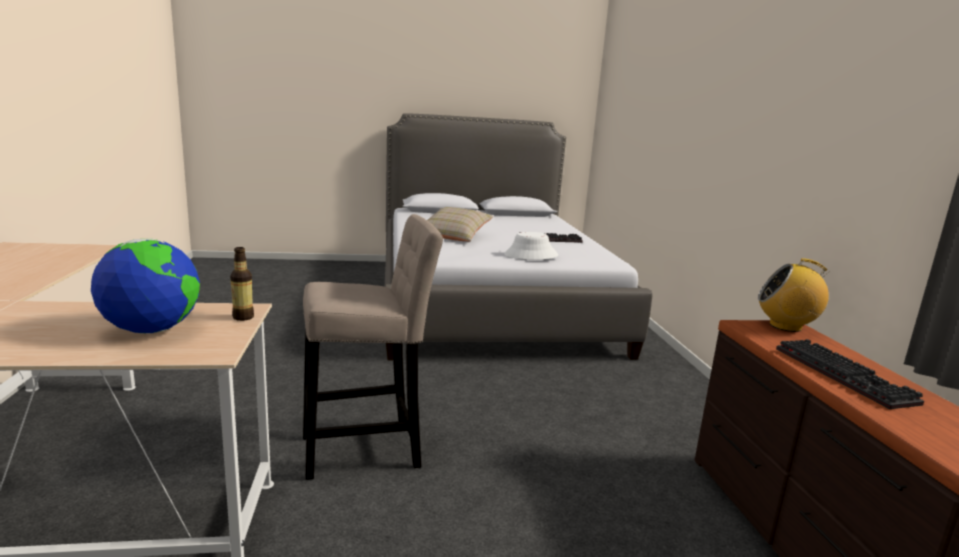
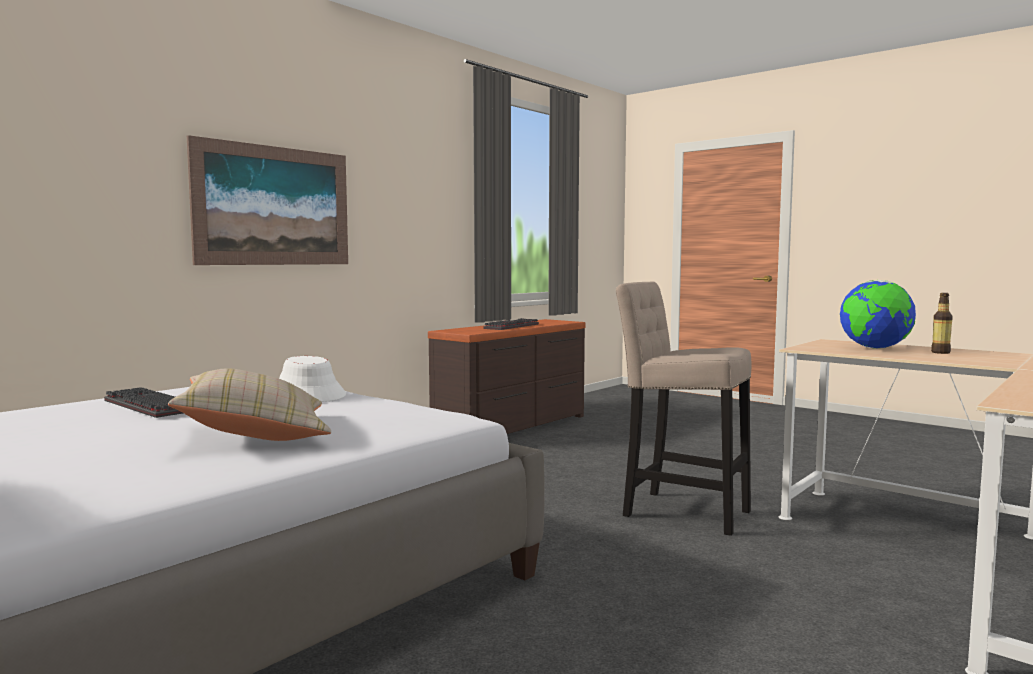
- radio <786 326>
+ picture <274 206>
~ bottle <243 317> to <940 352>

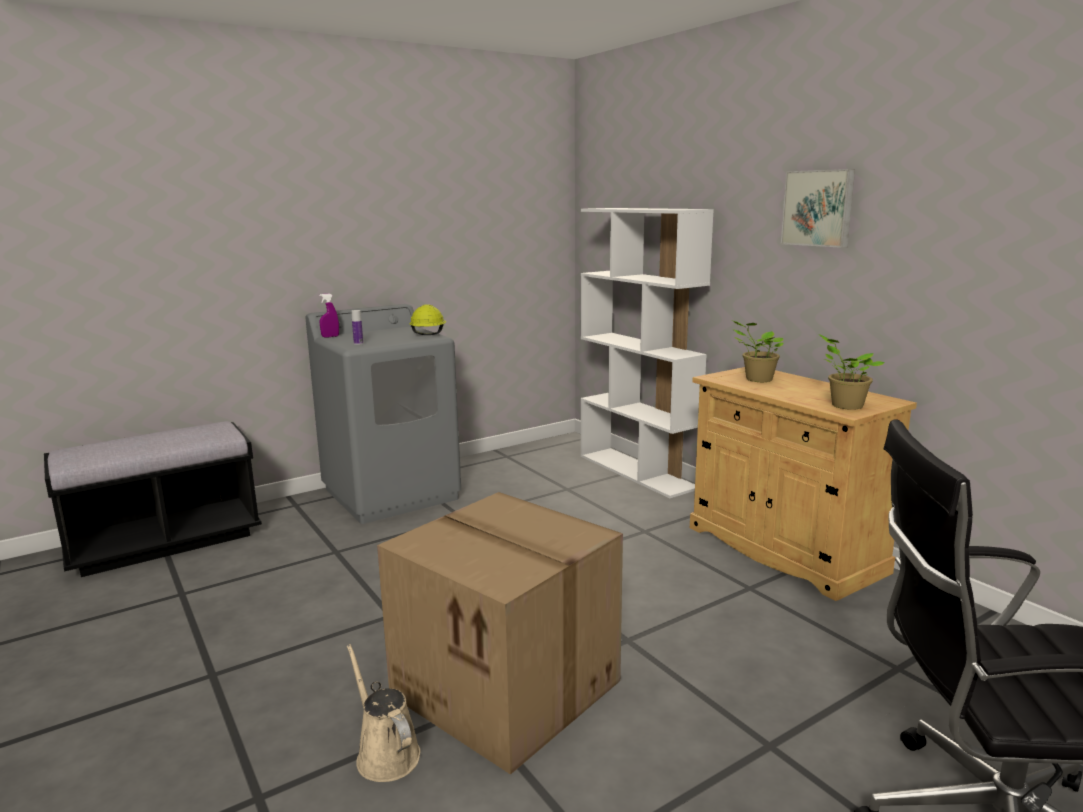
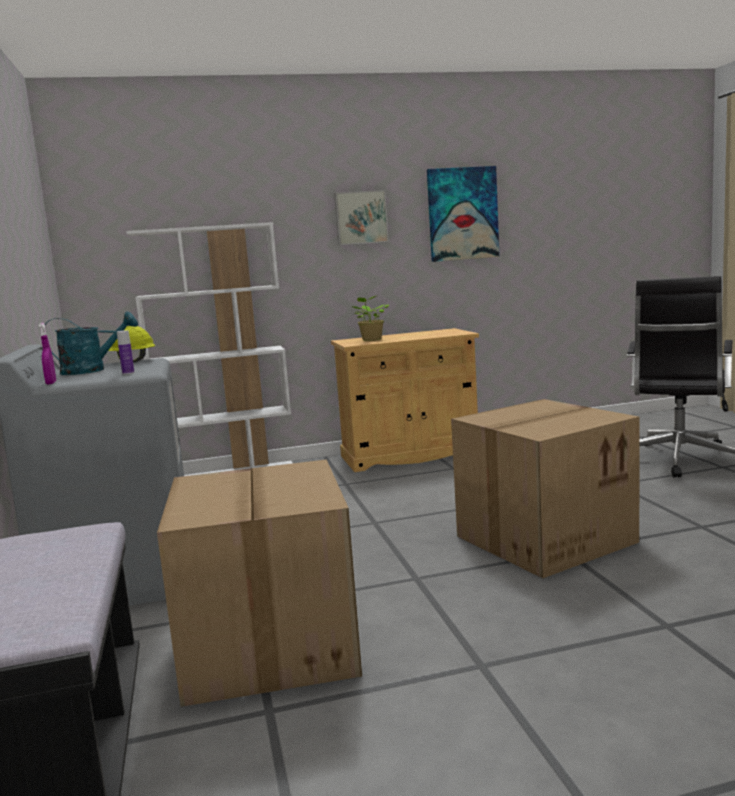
- beige watering can <385 753>
- potted plant <844 405>
+ turquoise watering can <92 370>
+ packing box <266 644>
+ picture <462 214>

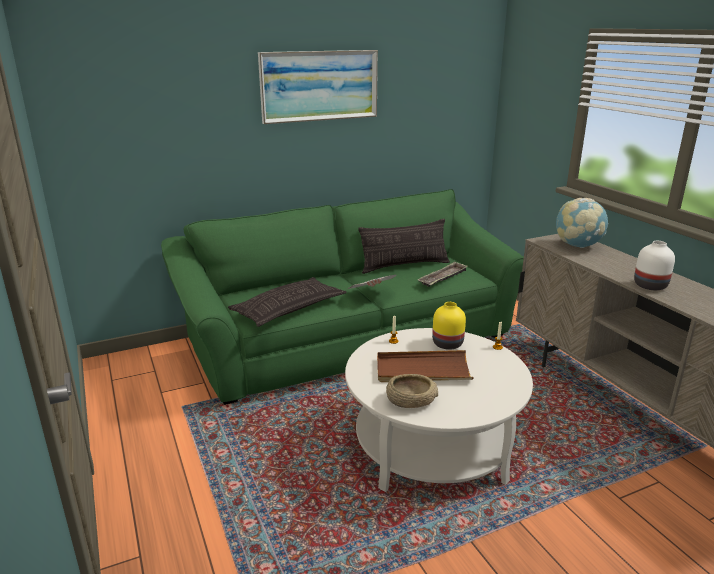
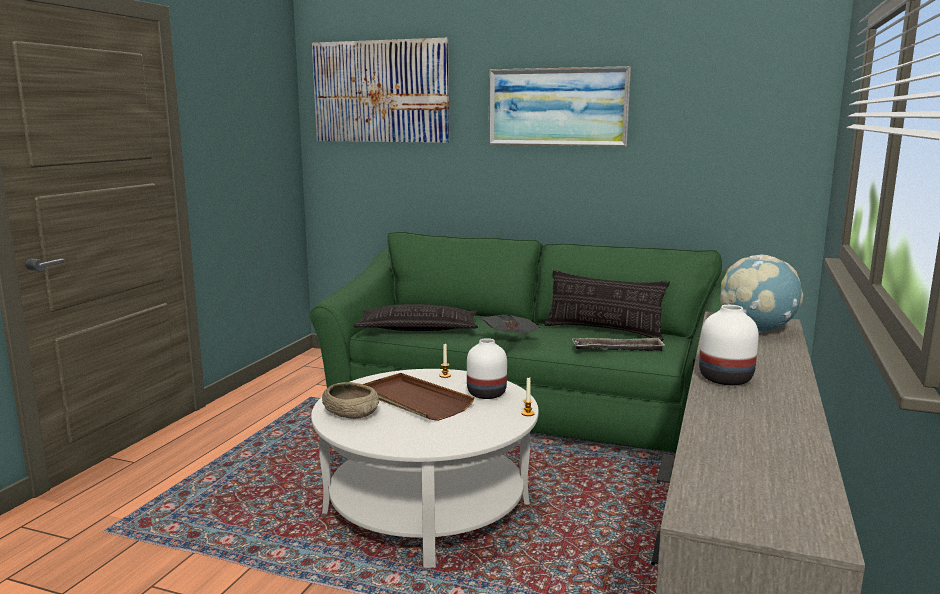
+ picture <380 91>
~ yellow flower vase <447 344> to white flower vase <485 394>

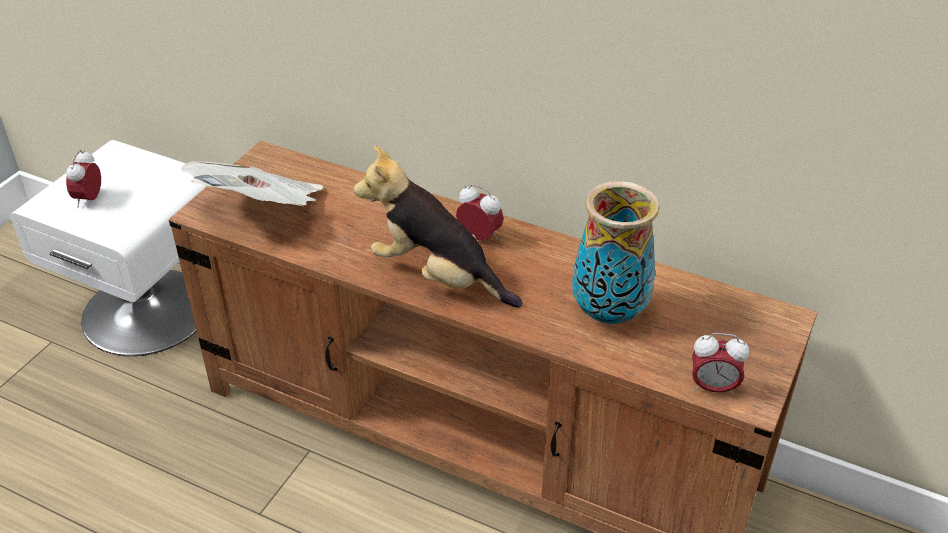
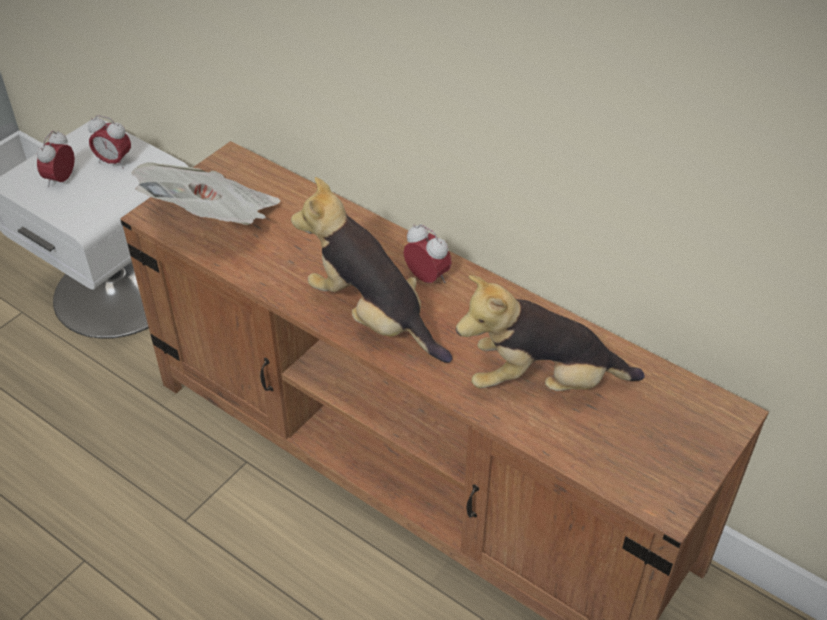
~ alarm clock <713 388> to <114 162>
~ flower vase <610 313> to plush toy <542 382>

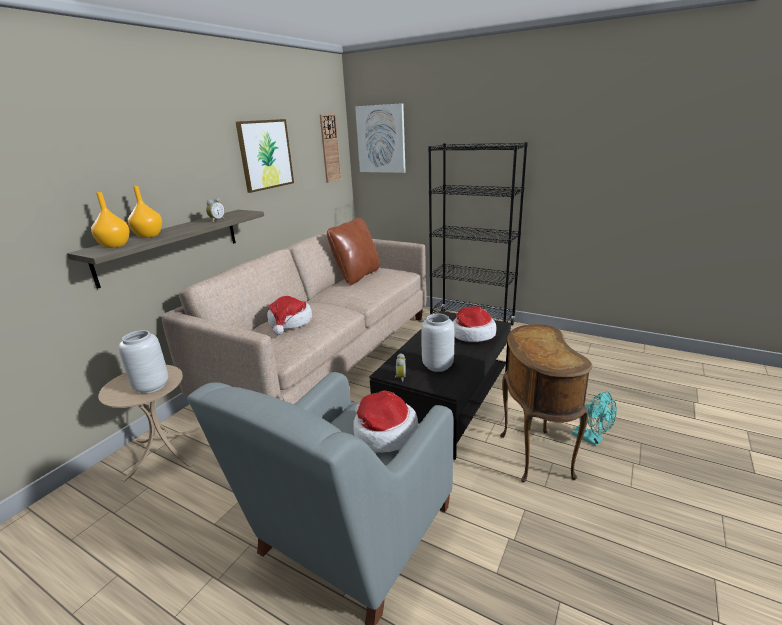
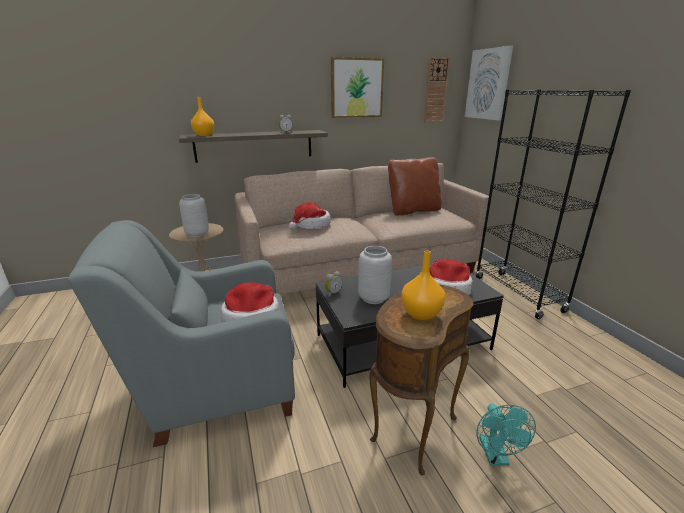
~ orangey flower vase <149 236> to <422 314>

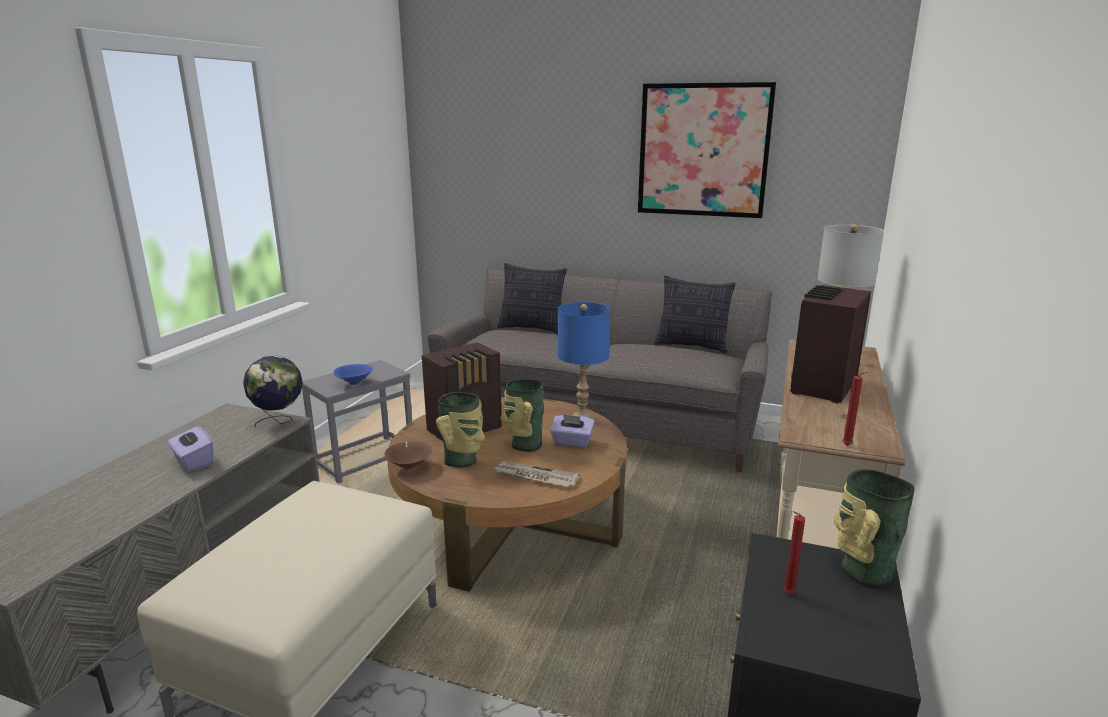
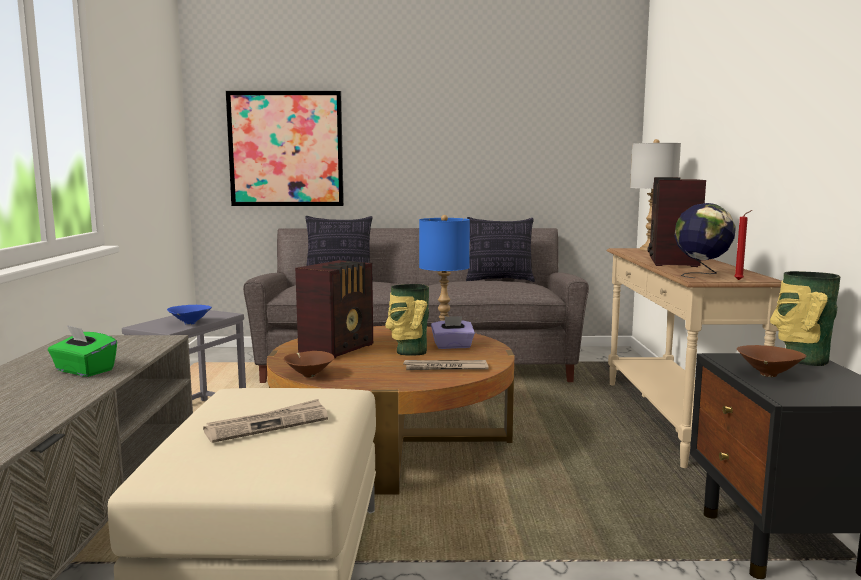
- flower vase <462 461>
+ newspaper <268 425>
~ globe <279 421> to <701 275>
~ picture <703 150> to <286 149>
~ red-coloured candle <787 594> to brown-coloured deep dish <768 375>
~ purple box of tissues <193 462> to greenish box of tissues <84 371>

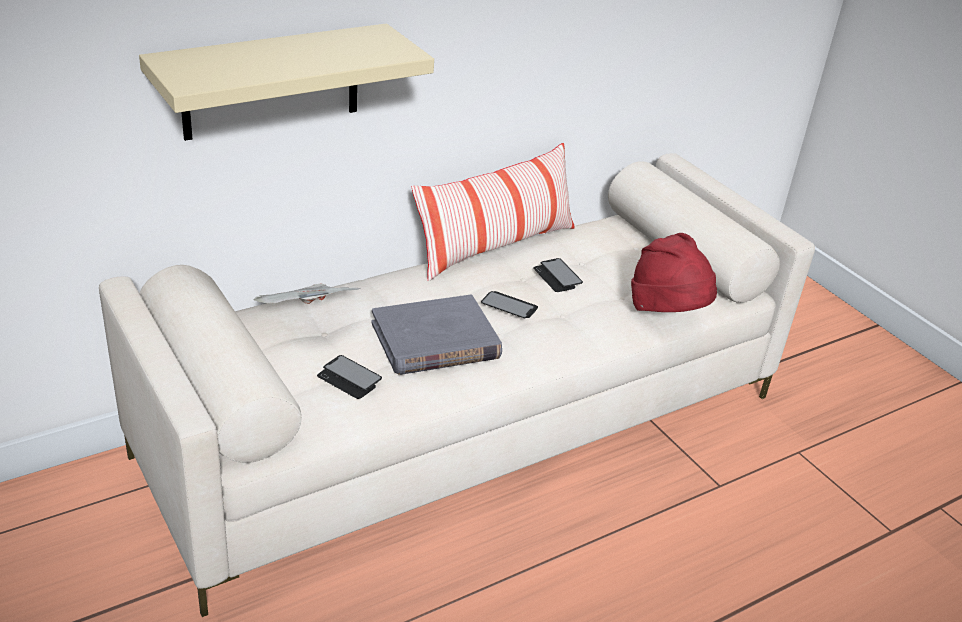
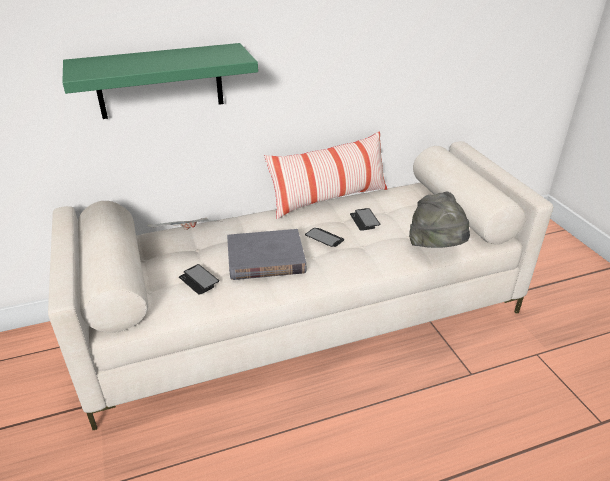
~ beige shelf <271 82> to greenish shelf <160 81>
~ red-coloured hat <667 313> to grey hat <436 248>

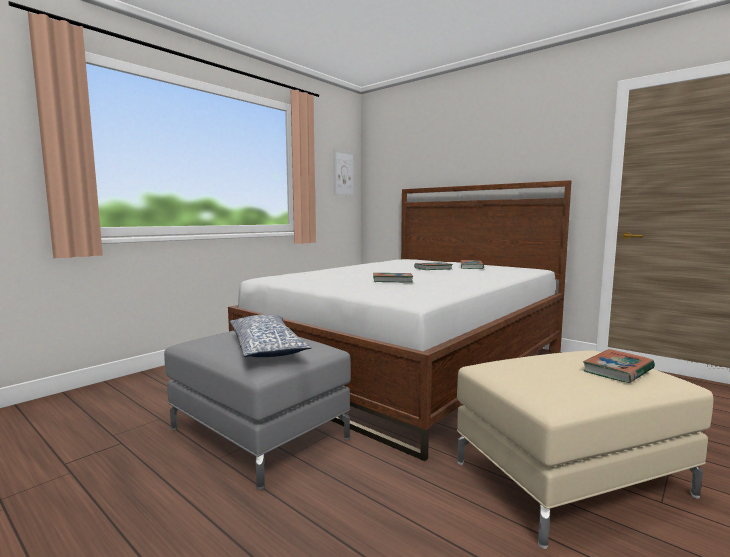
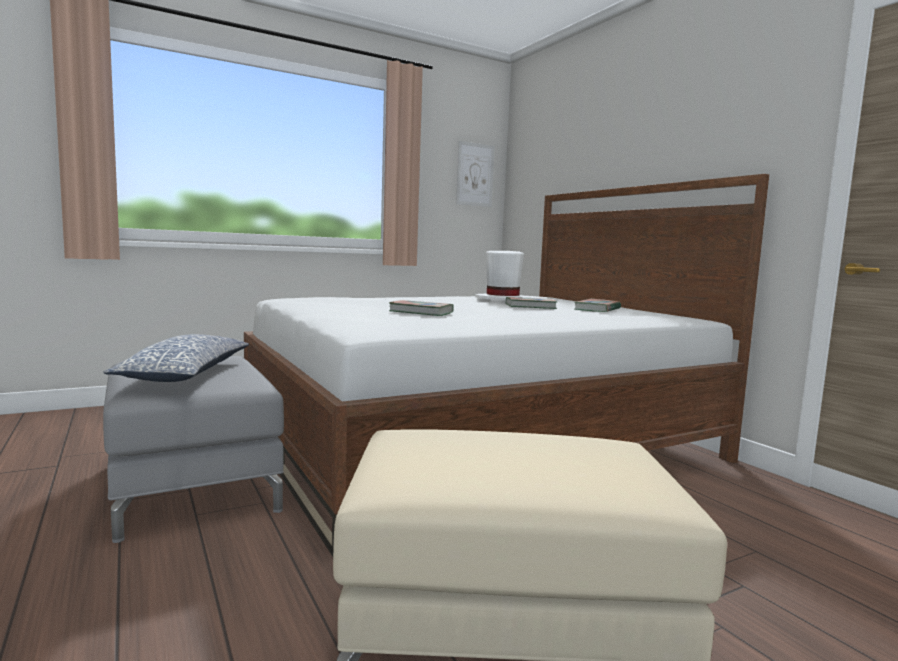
- book <618 370>
+ white hat <502 300>

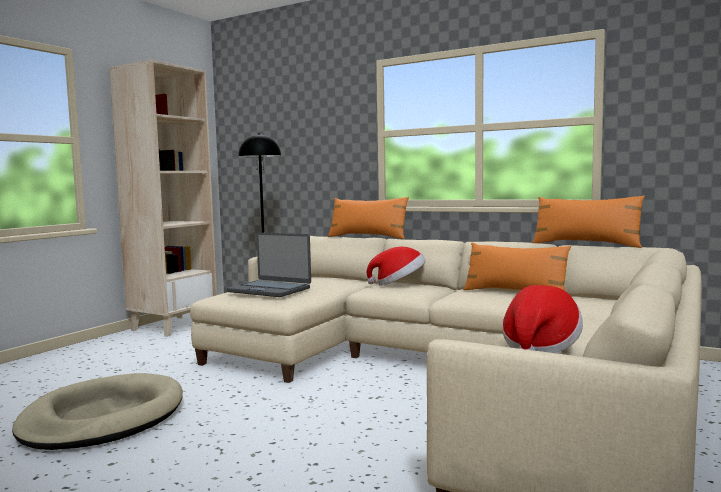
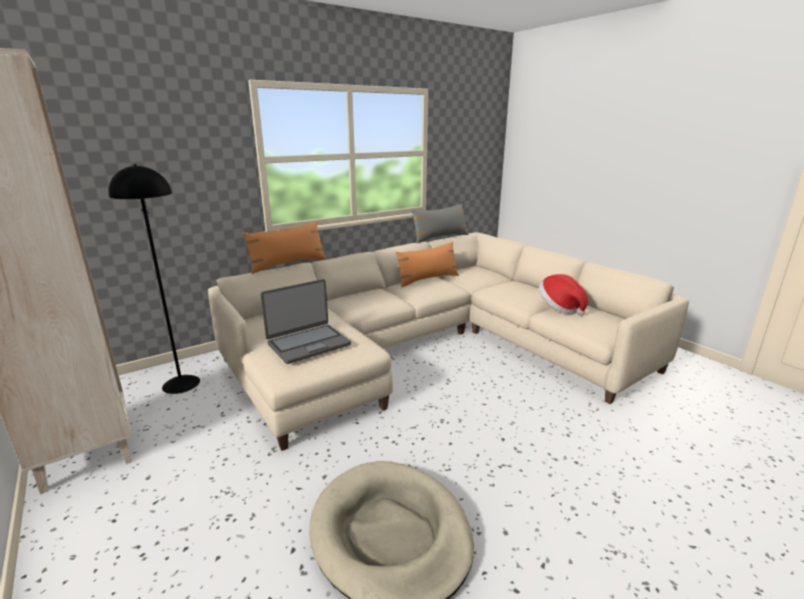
- hat <398 284>
~ orangey throw pillow <586 244> to grey throw pillow <439 238>

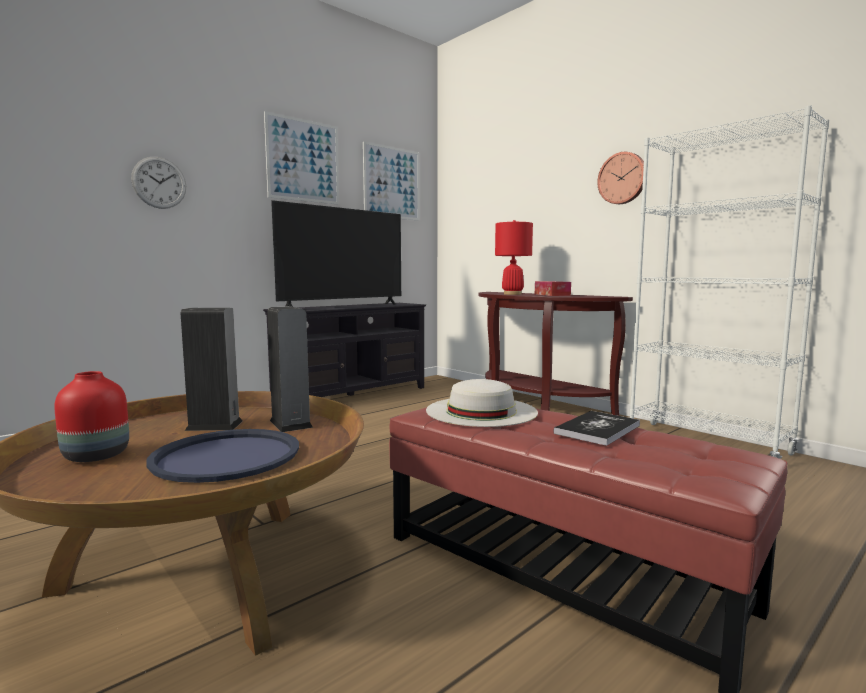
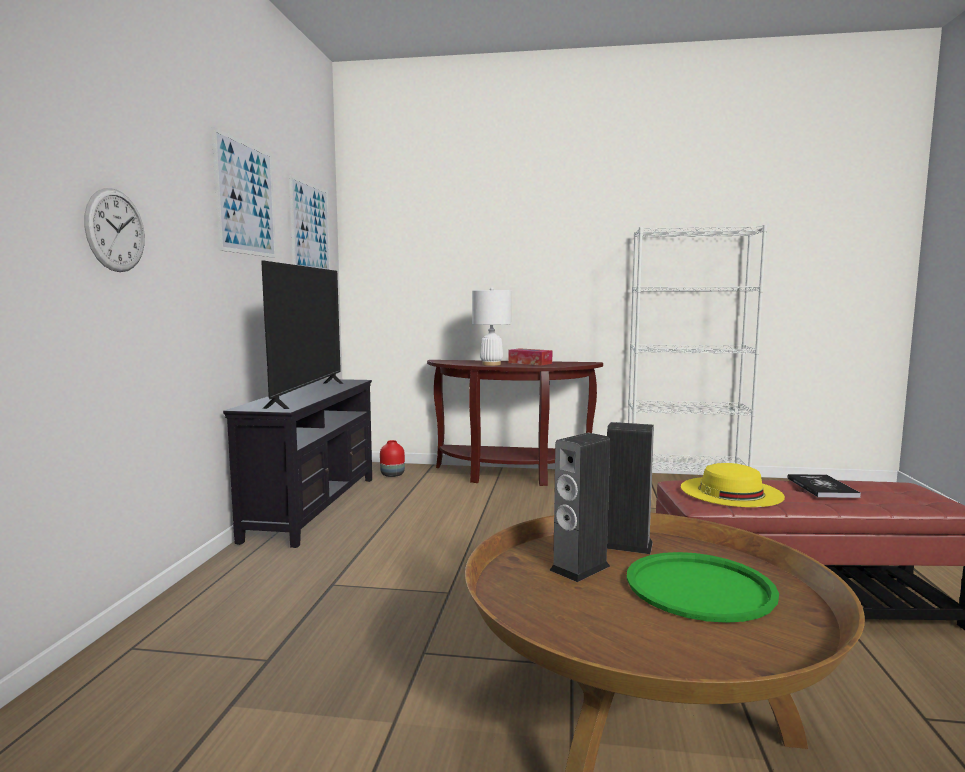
- wall clock <623 178>
~ red-coloured flower vase <94 456> to <392 475>
~ blue-coloured carrying tray <227 456> to greenish carrying tray <699 587>
~ white hat <481 411> to yellow hat <731 491>
~ red-coloured table lamp <512 294> to white table lamp <491 364>

